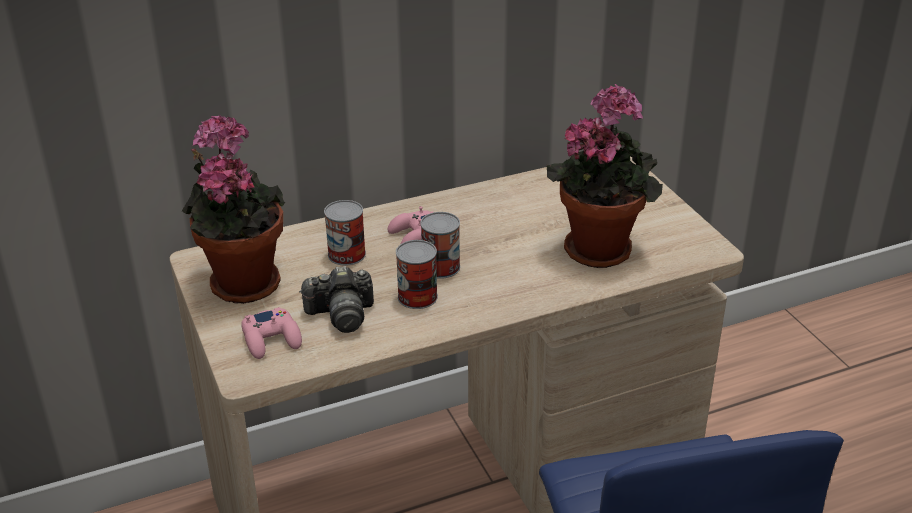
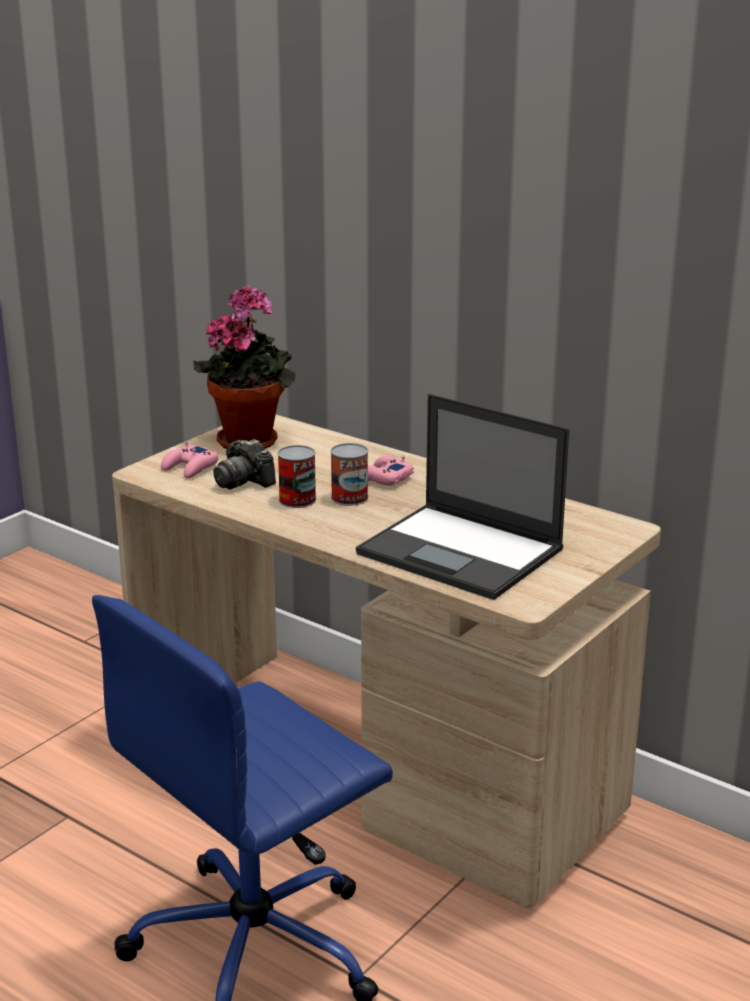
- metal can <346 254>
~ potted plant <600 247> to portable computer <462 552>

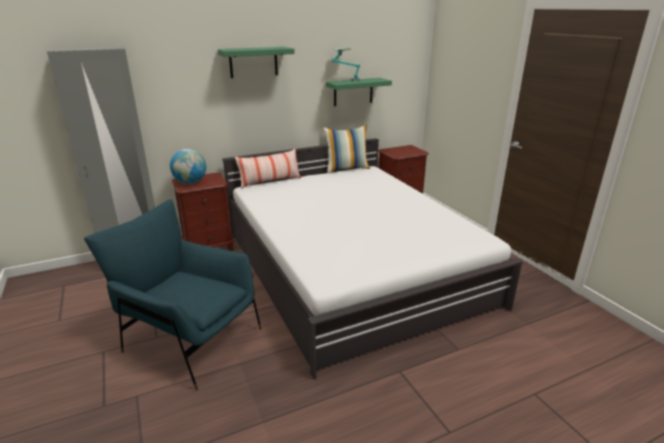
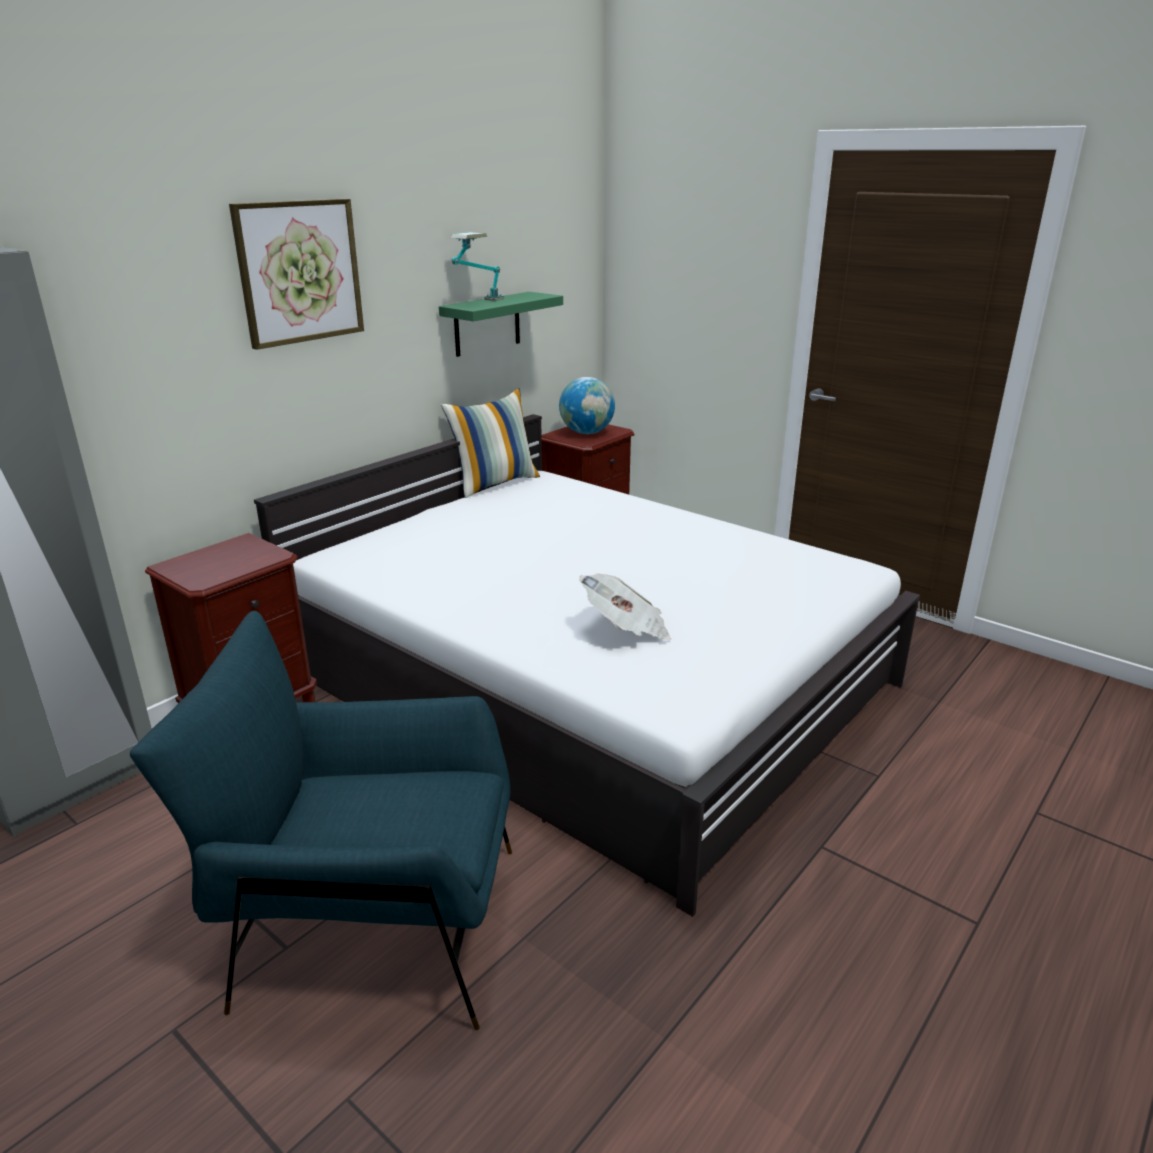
- throw pillow <270 182>
+ newspaper <626 629>
~ globe <190 182> to <587 433>
~ greenish shelf <253 62> to picture <299 272>

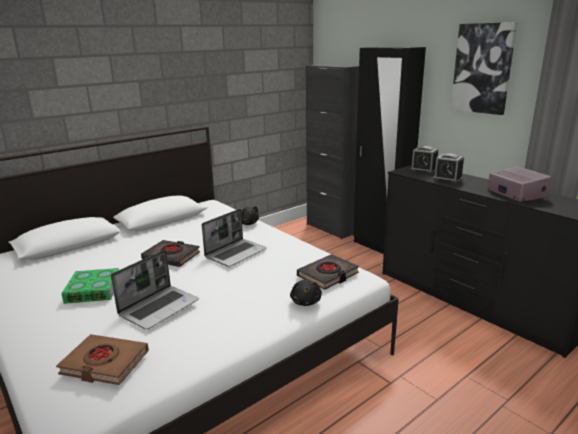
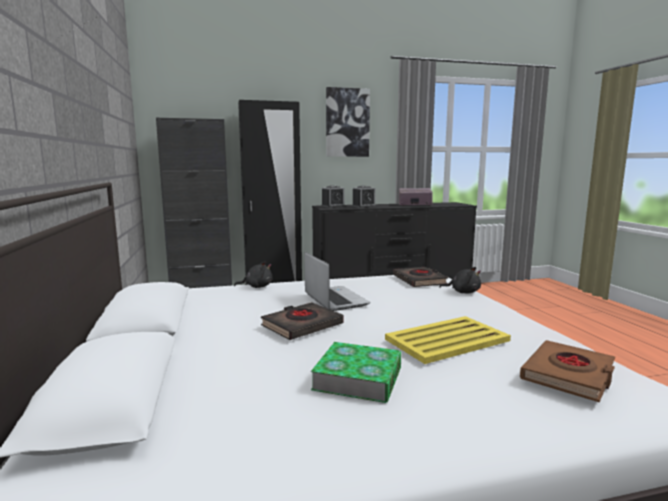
~ portable computer <159 307> to yellow carrying tray <446 340>

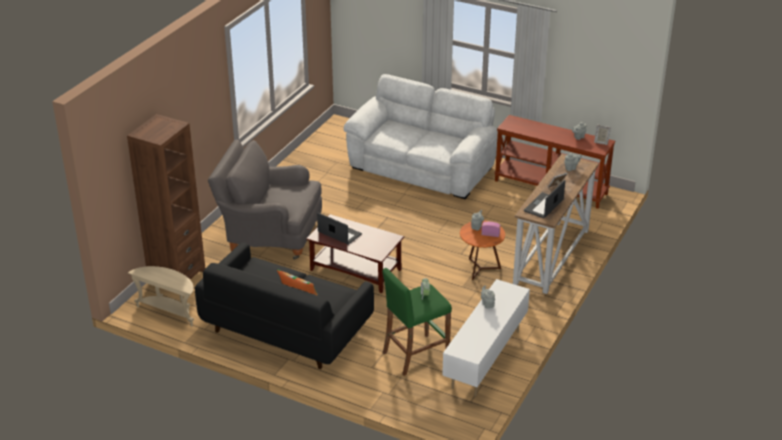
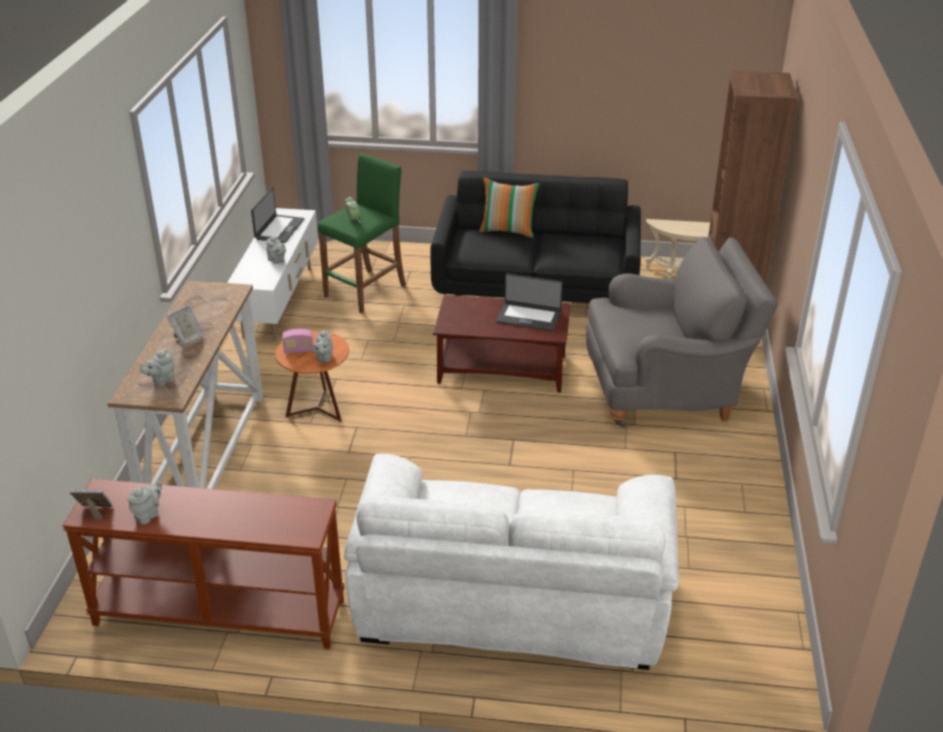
~ portable computer <544 206> to <279 229>

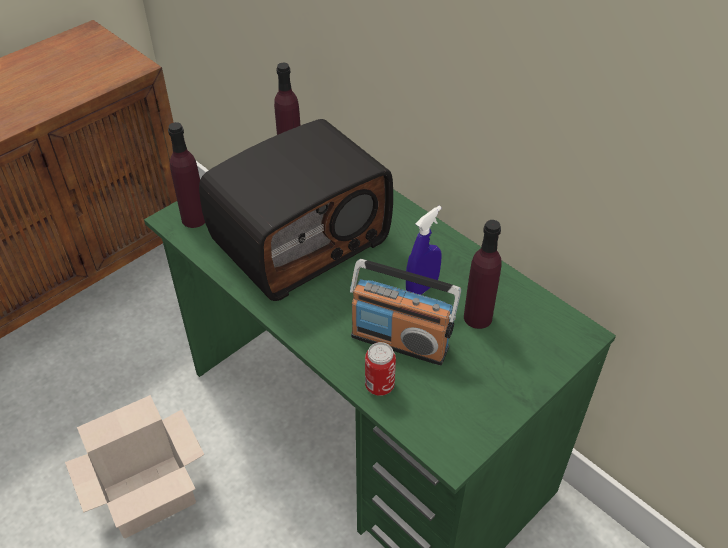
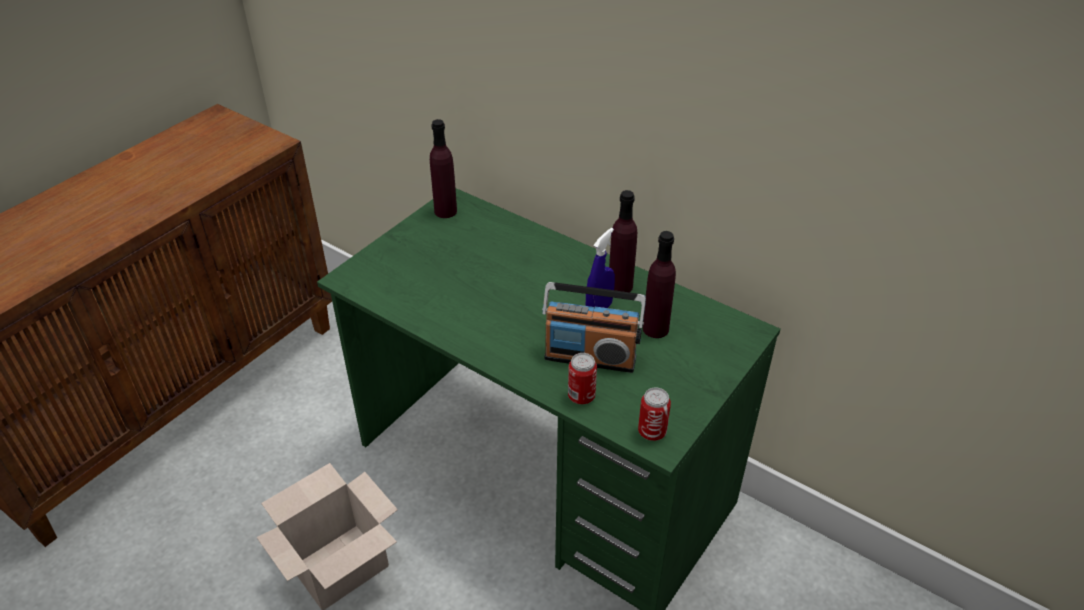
- radio <300 240>
+ metal can <652 432>
~ purple bottle <194 219> to <620 286>

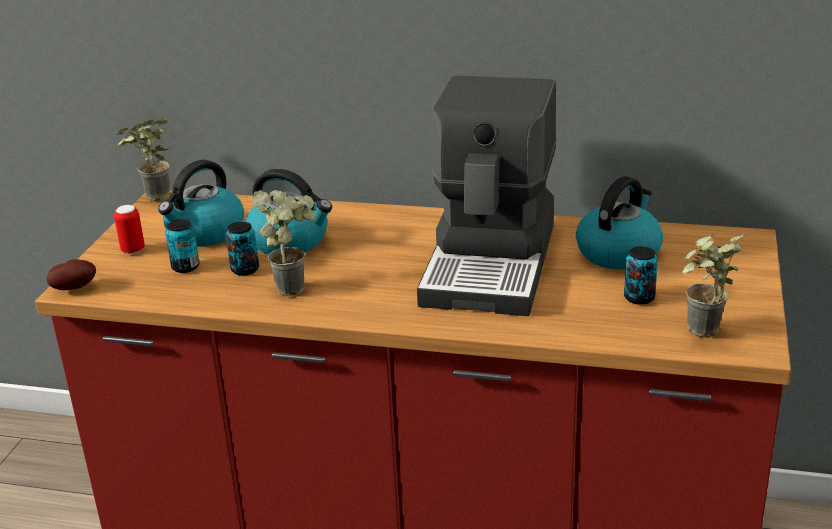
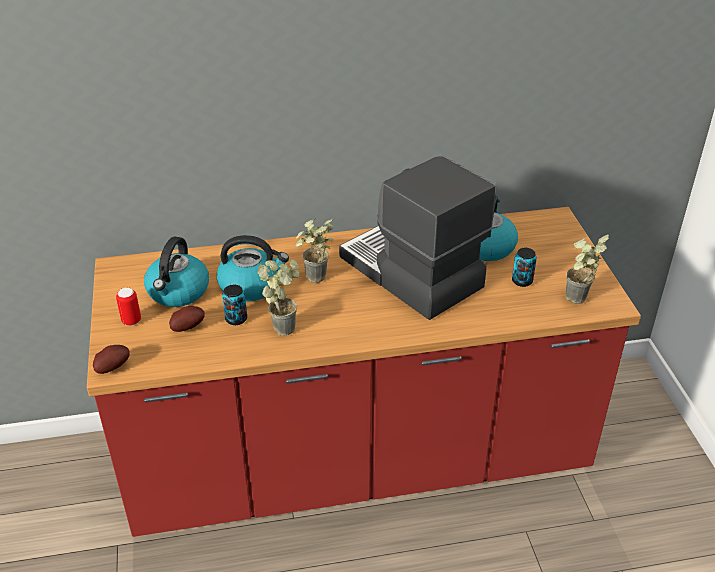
~ potted plant <153 200> to <315 281>
~ metal can <185 267> to potato <187 327>
~ coffee brewer <492 263> = <410 273> 150 degrees clockwise

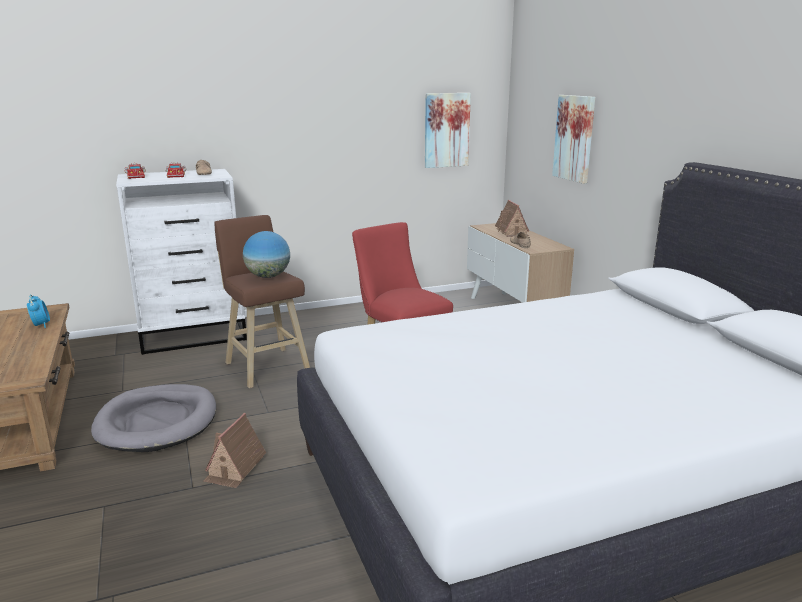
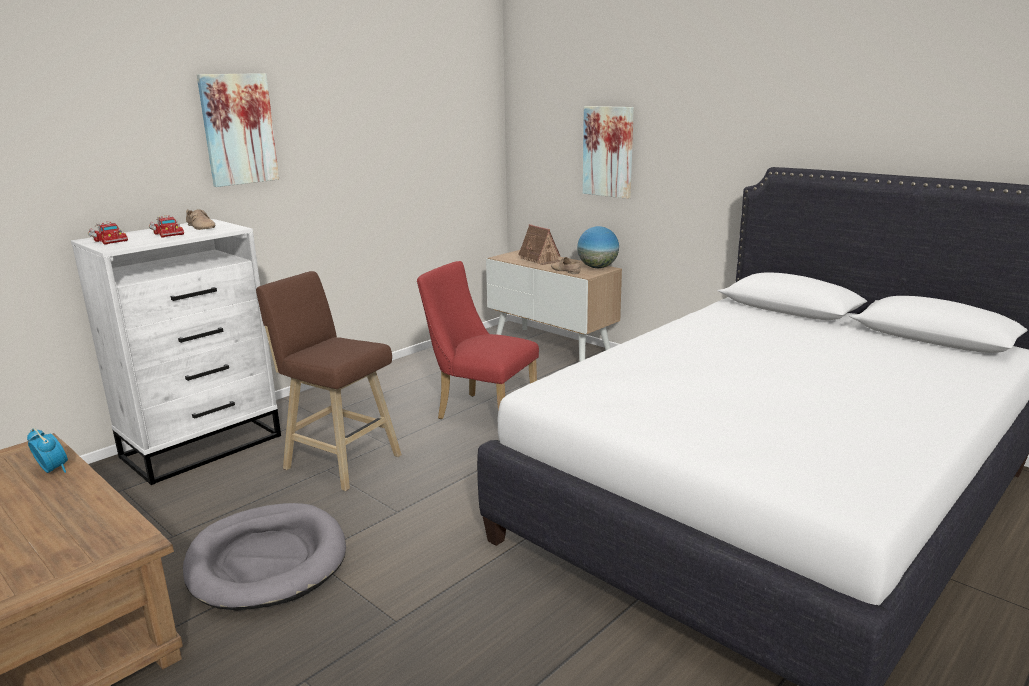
- model house <234 468>
~ globe <268 276> to <597 267>
~ picture <446 130> to <238 129>

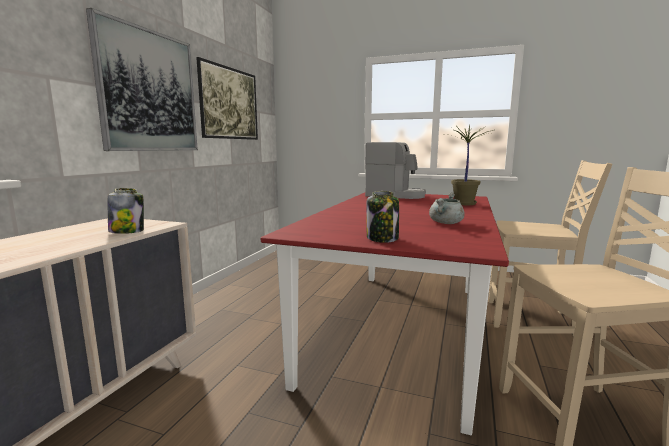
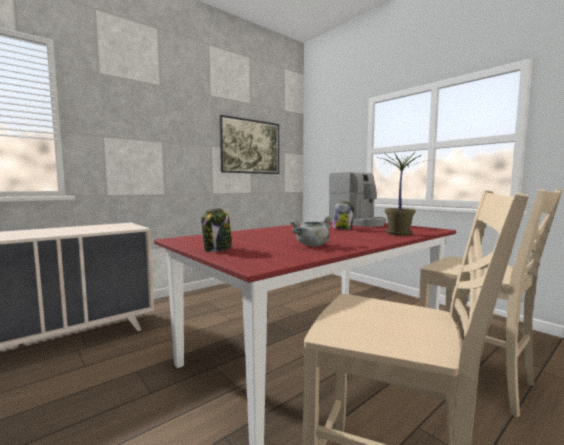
- picture <149 91>
~ storage jar <127 231> to <342 228>

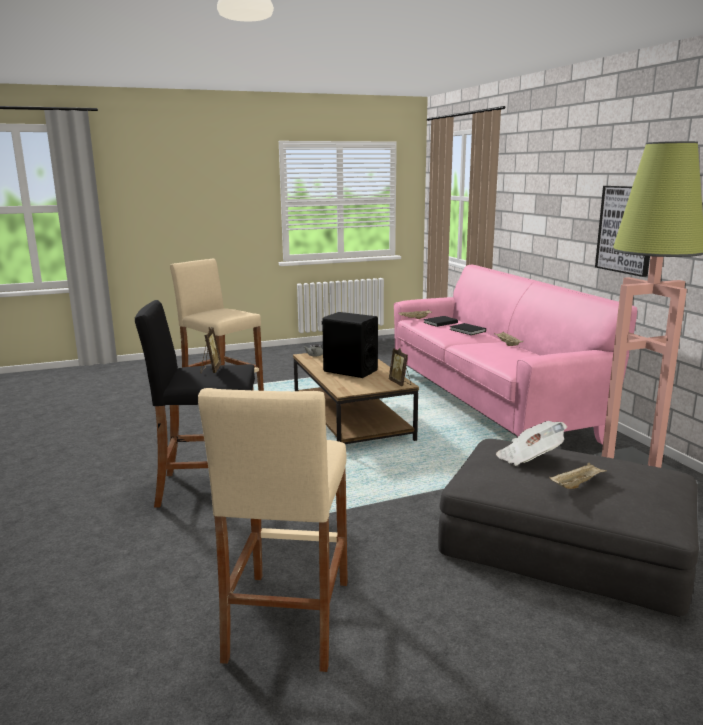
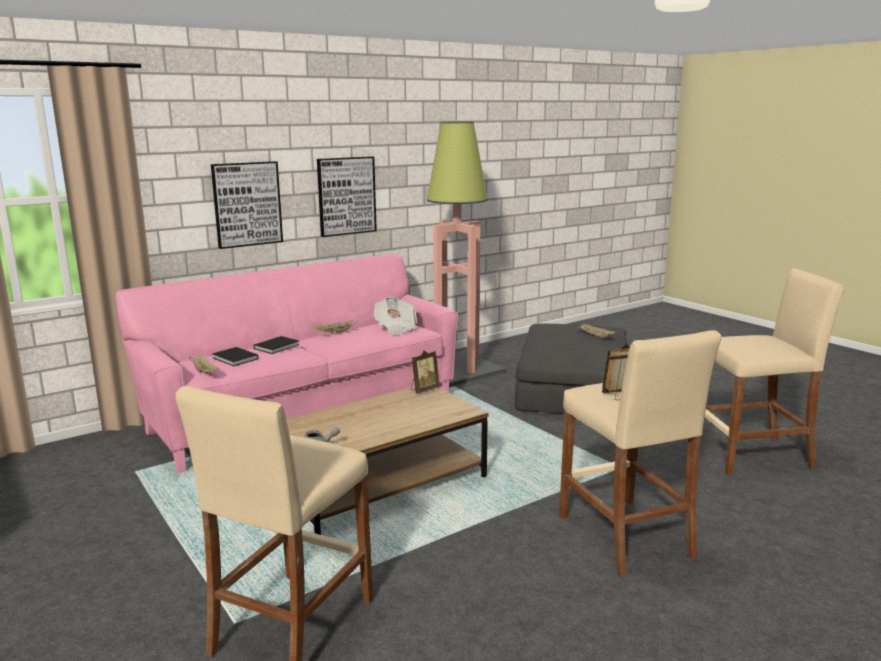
- black-coloured loudspeaker <350 371>
+ picture <247 204>
~ newspaper <529 458> to <395 328>
~ black-coloured sitting stool <208 488> to beige sitting stool <625 536>

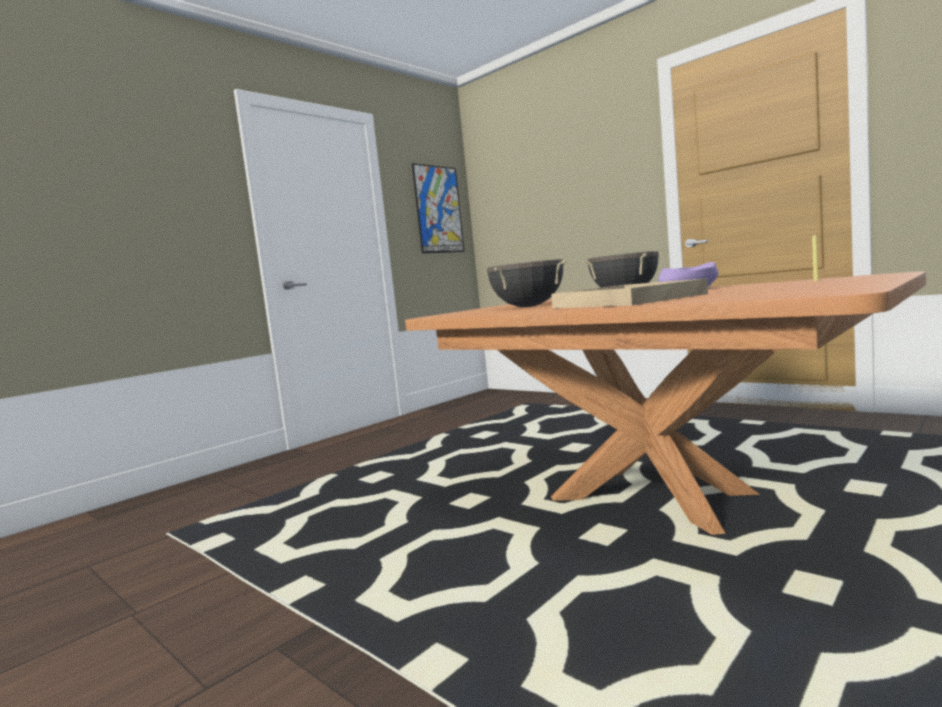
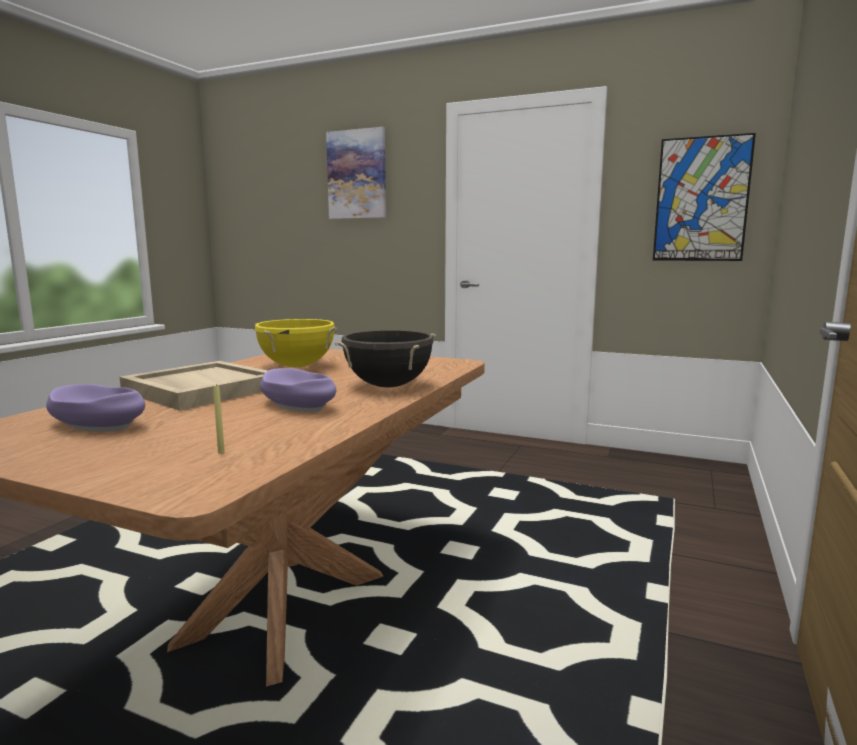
+ purple deep dish <98 425>
+ picture <357 174>
~ black-coloured stockpot <528 307> to yellow stockpot <297 366>

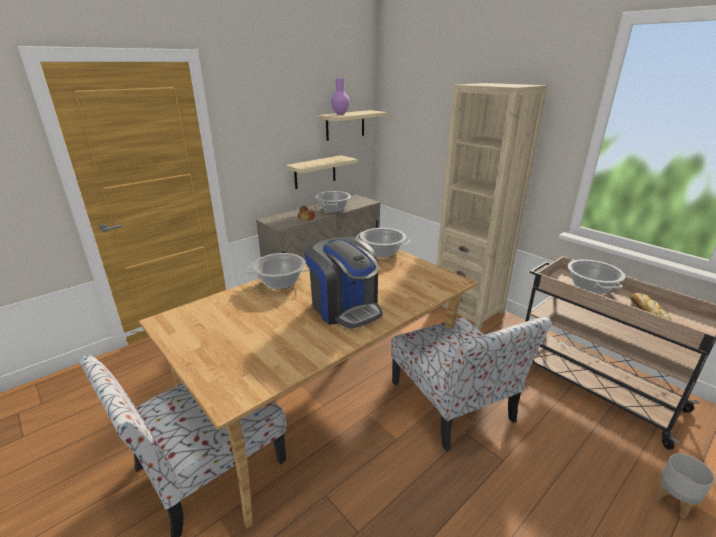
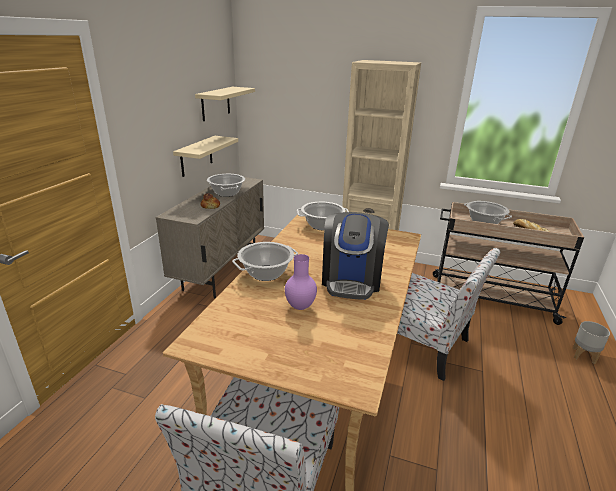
~ purple flower vase <340 114> to <300 307>
~ coffee brewer <345 307> = <351 280> 75 degrees clockwise

